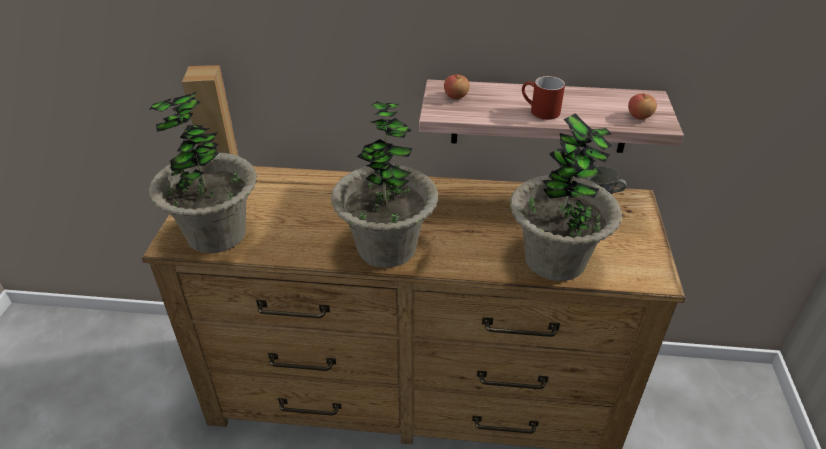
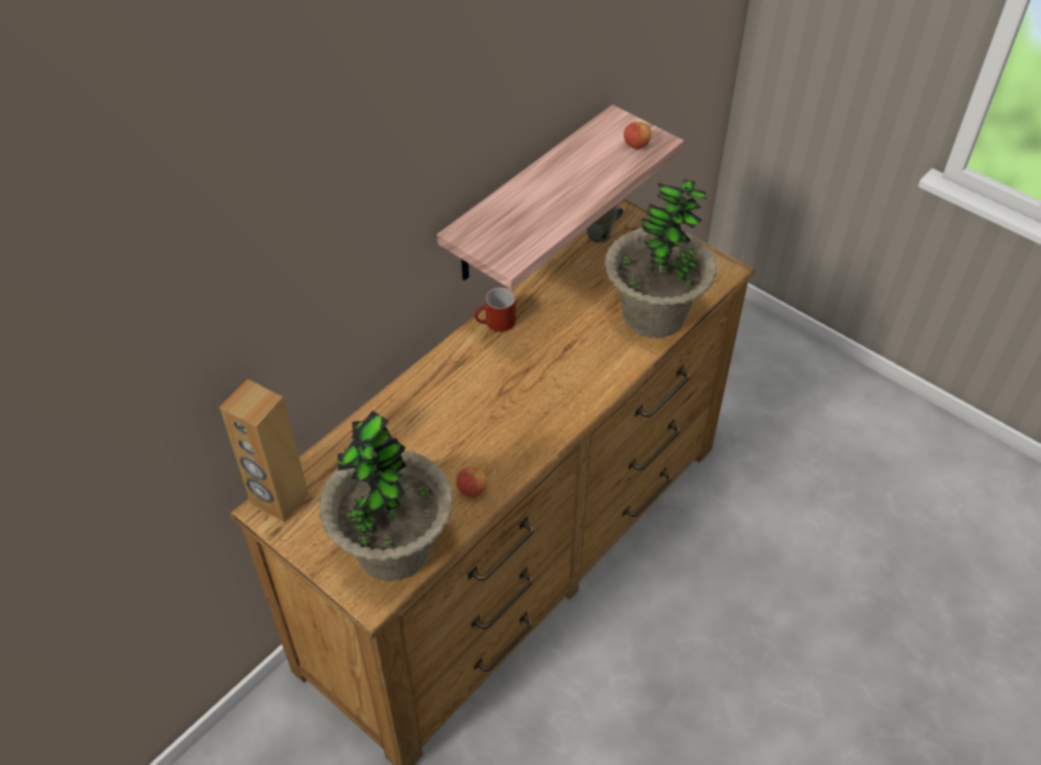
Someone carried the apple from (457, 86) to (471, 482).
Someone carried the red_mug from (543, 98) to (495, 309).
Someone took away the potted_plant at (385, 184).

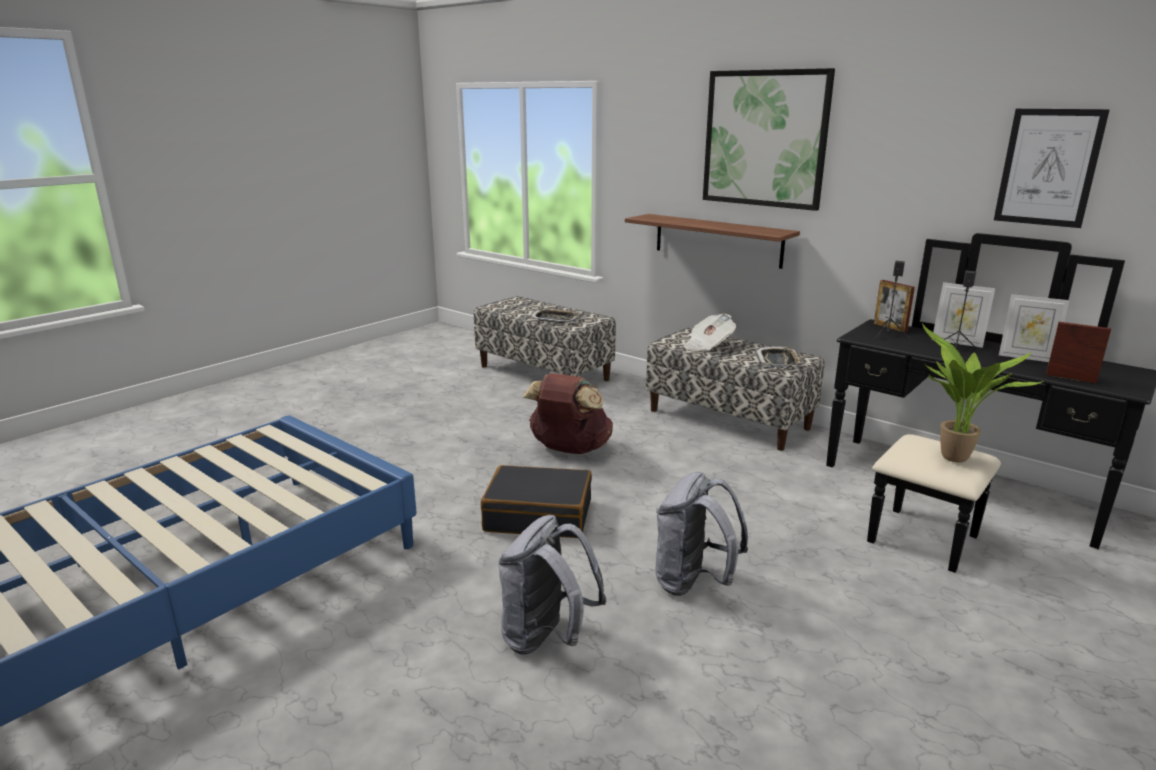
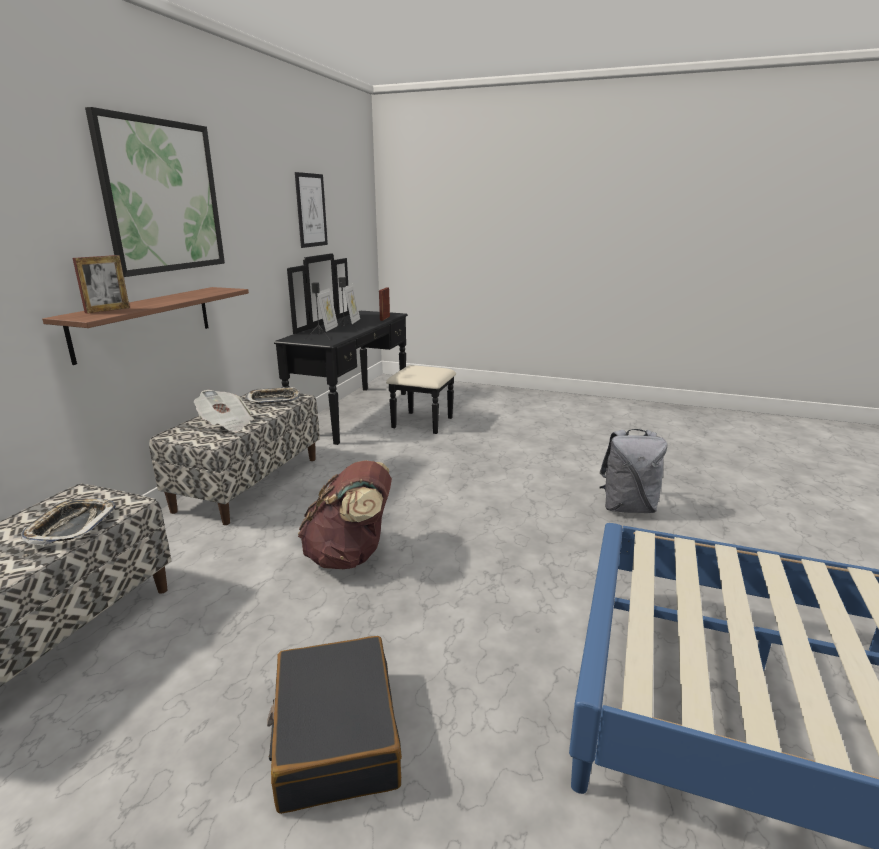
Someone carried the picture_frame from (894, 306) to (101, 284).
Someone took away the potted_plant at (982, 393).
Someone carried the black_suitcase from (536, 501) to (334, 725).
Someone took away the grey_backpack at (702, 534).

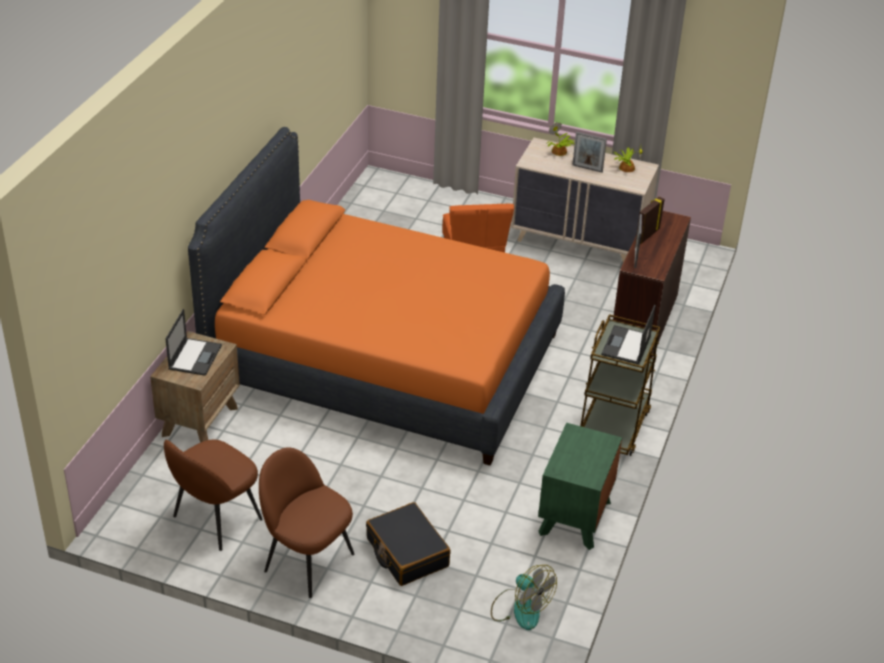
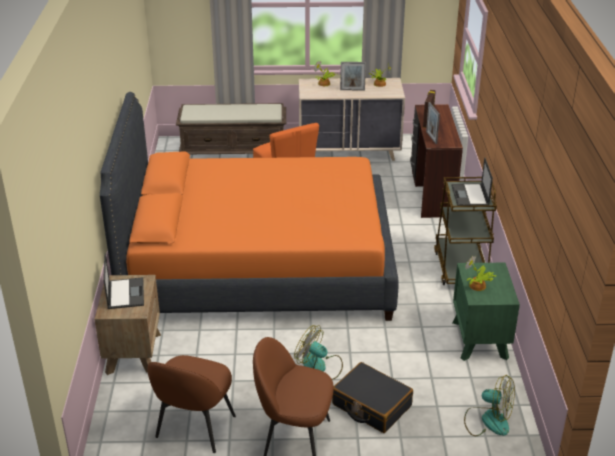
Someone put down the brown_bench at (231, 128).
Someone put down the potted_plant at (481, 273).
Someone put down the fan at (318, 352).

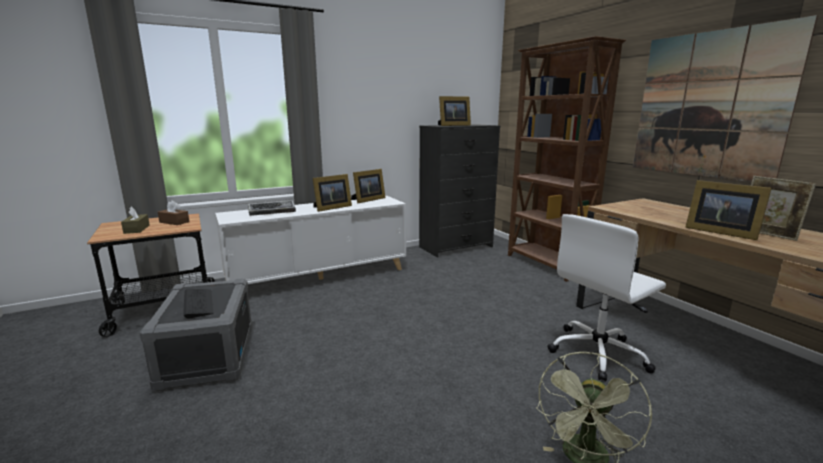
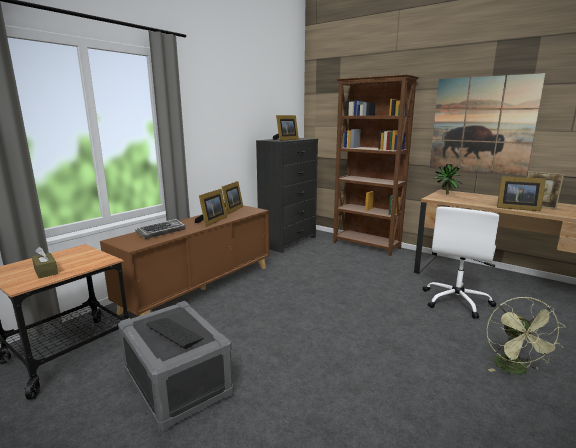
Someone repainted the white_cabinet at (310, 240), which became the brown_cabinet at (184, 260).
Someone took away the brown_tissue_box at (173, 212).
Someone put down the potted_plant at (447, 179).

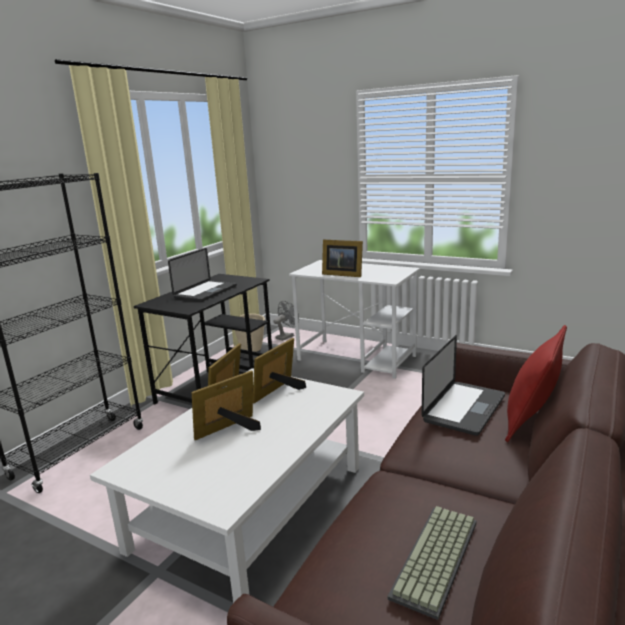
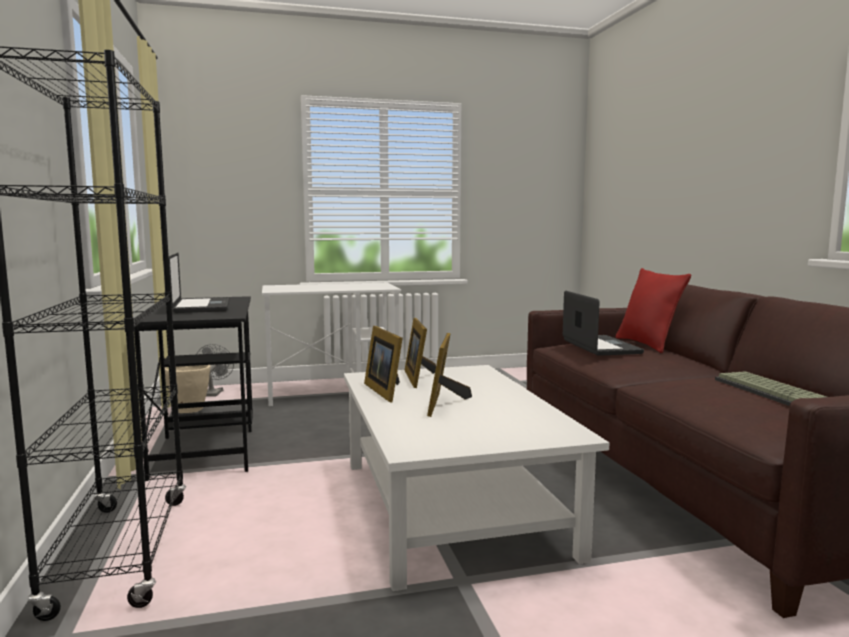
Someone took away the picture_frame at (342, 258).

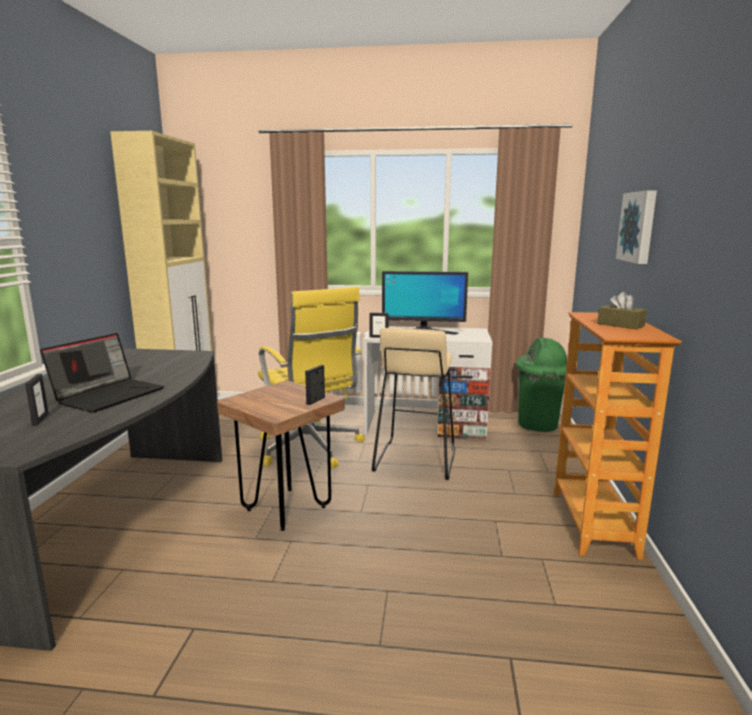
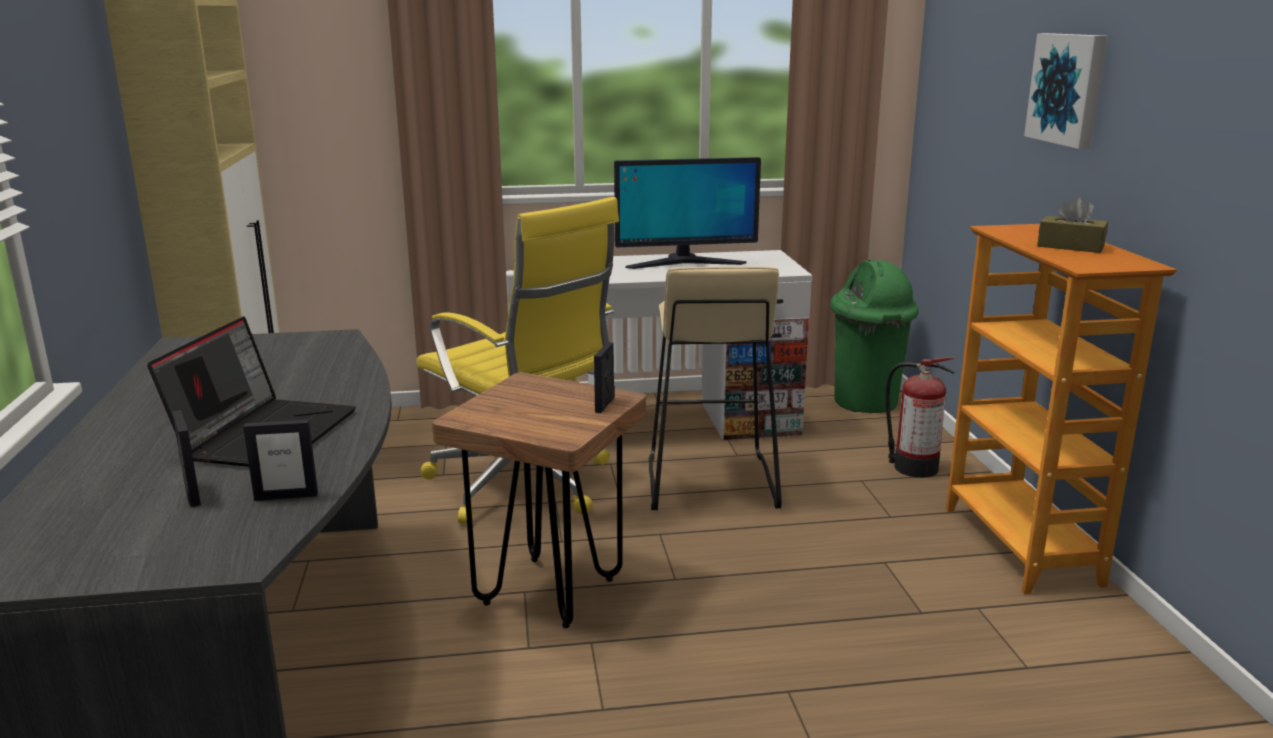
Someone carried the picture_frame from (379, 325) to (280, 460).
Someone put down the fire_extinguisher at (920, 417).

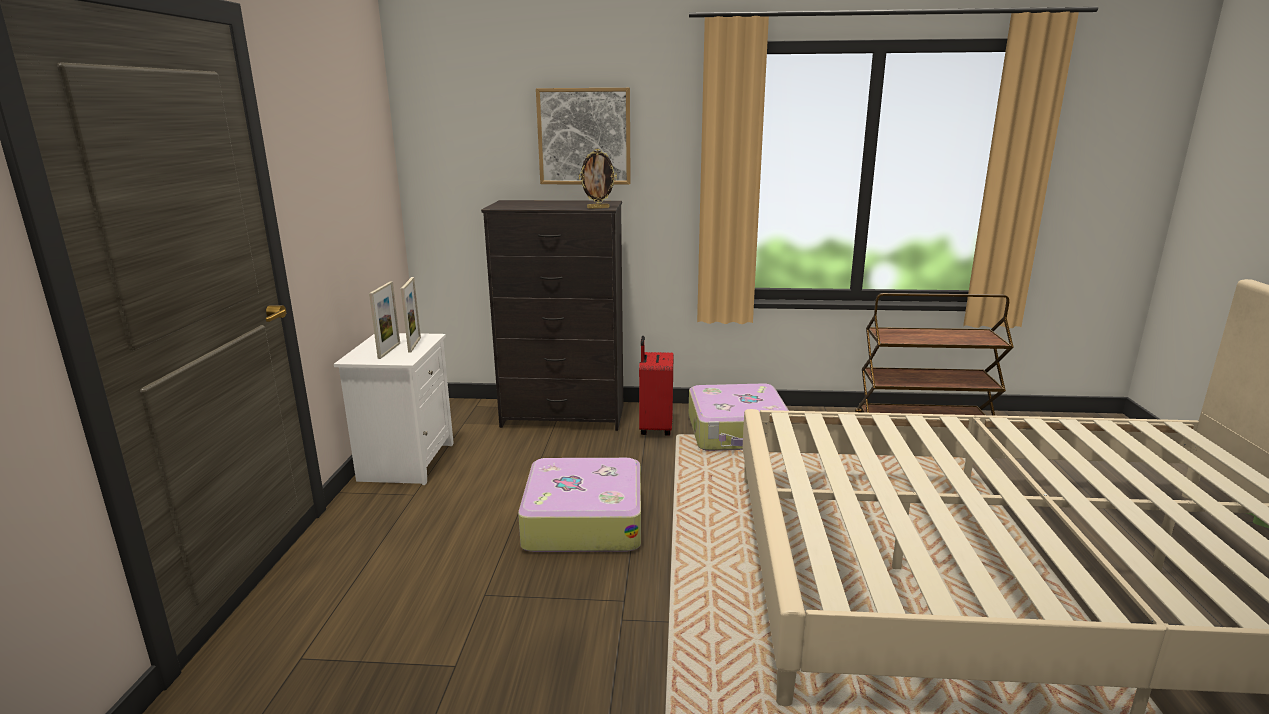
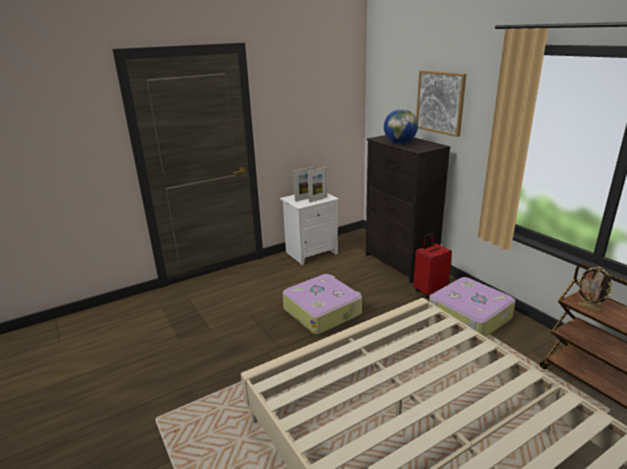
Someone carried the picture_frame from (598, 179) to (595, 289).
Someone put down the globe at (401, 126).

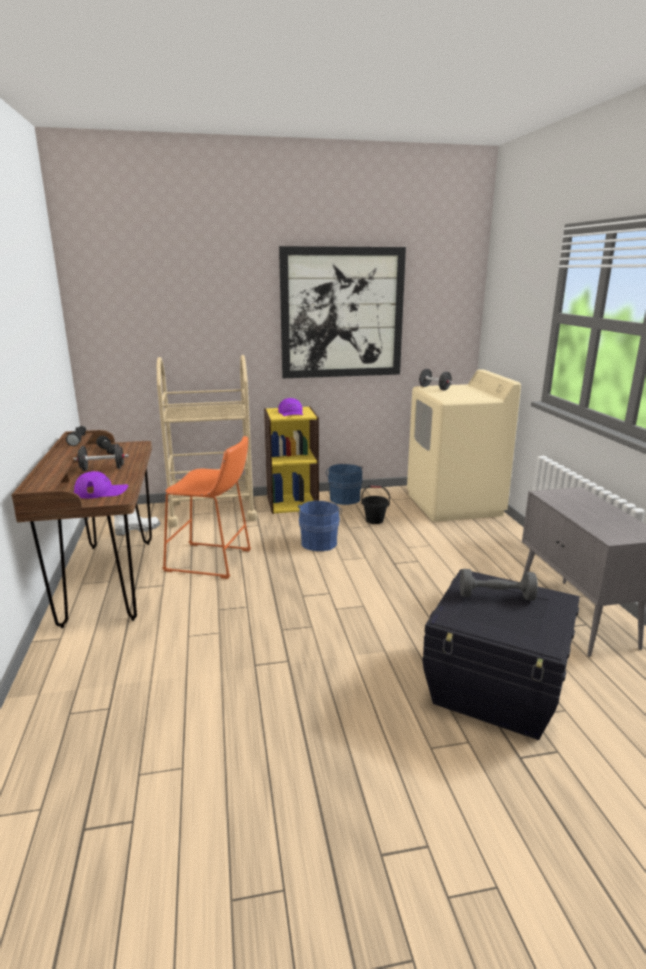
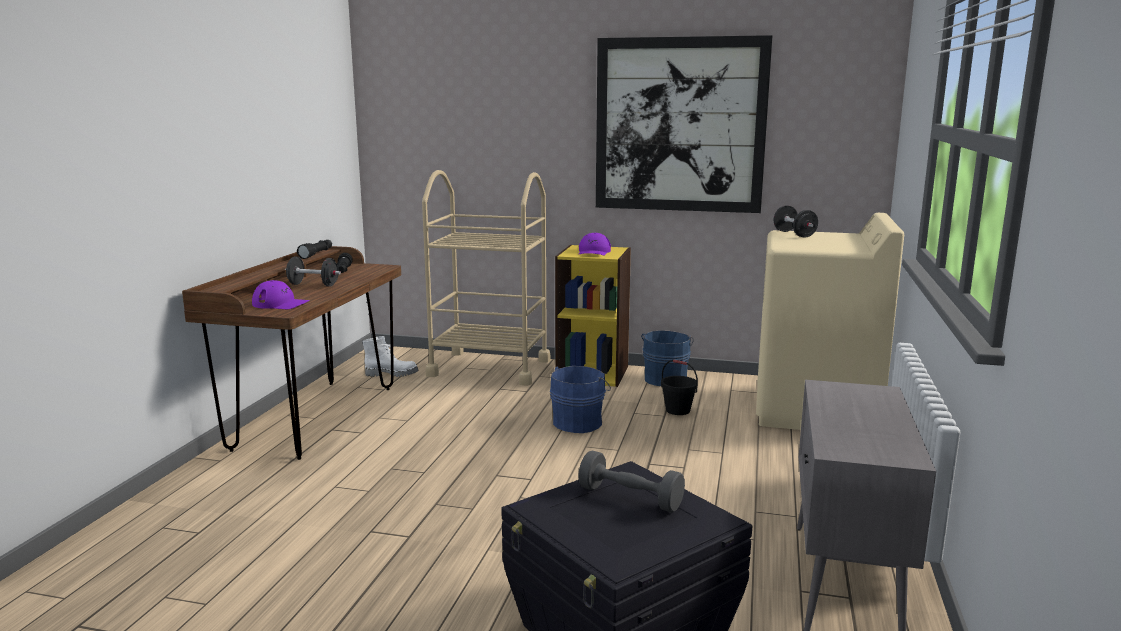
Someone took away the orange_stool at (206, 507).

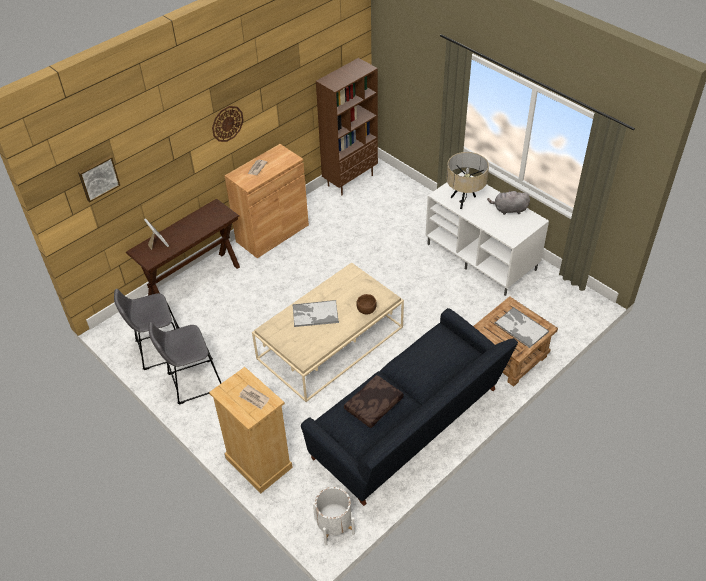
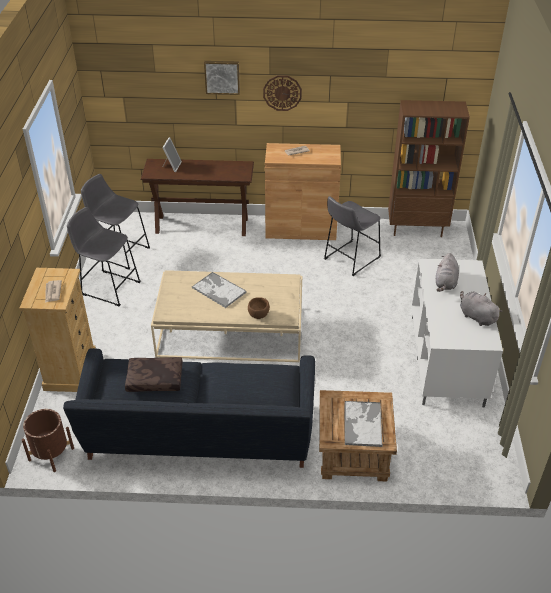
Someone swapped the beige_table_lamp at (468, 180) for the grey_plush_toy at (447, 272).
Someone carried the picture from (99, 179) to (222, 78).
Someone repainted the white_planter at (334, 516), which became the brown_planter at (48, 440).
Someone put down the grey_stool at (352, 236).

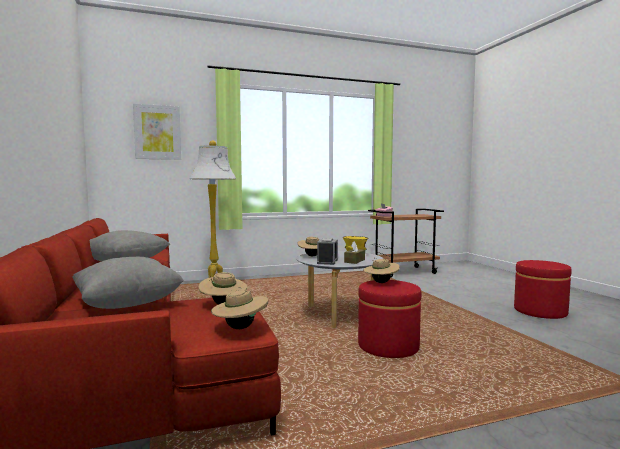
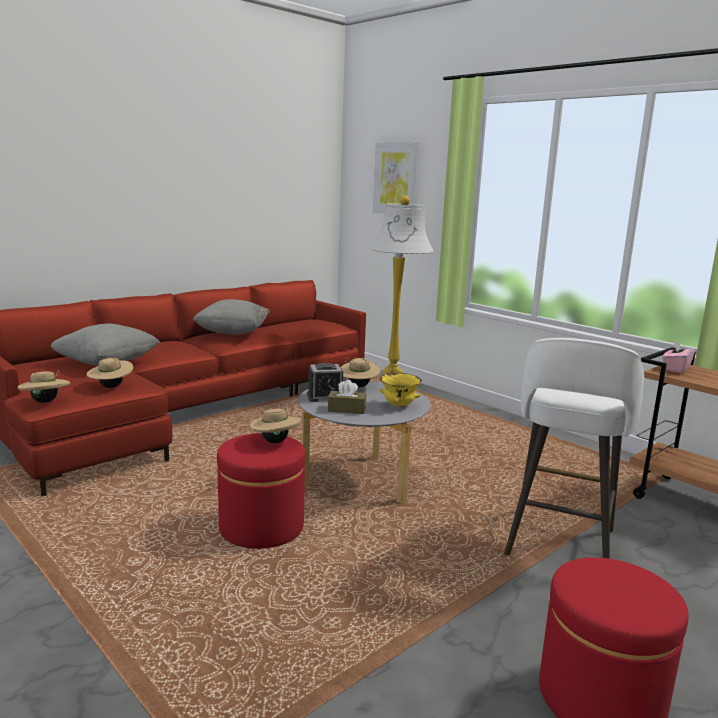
Someone put down the white_stool at (574, 448).

